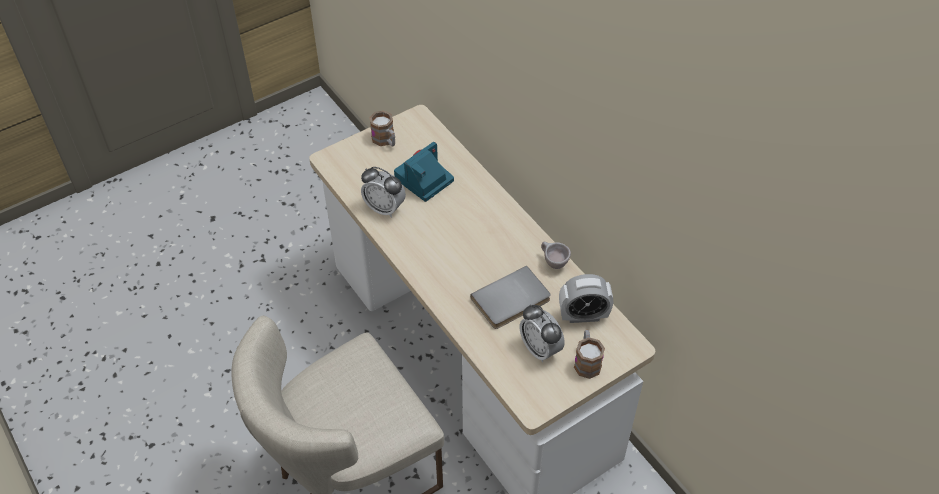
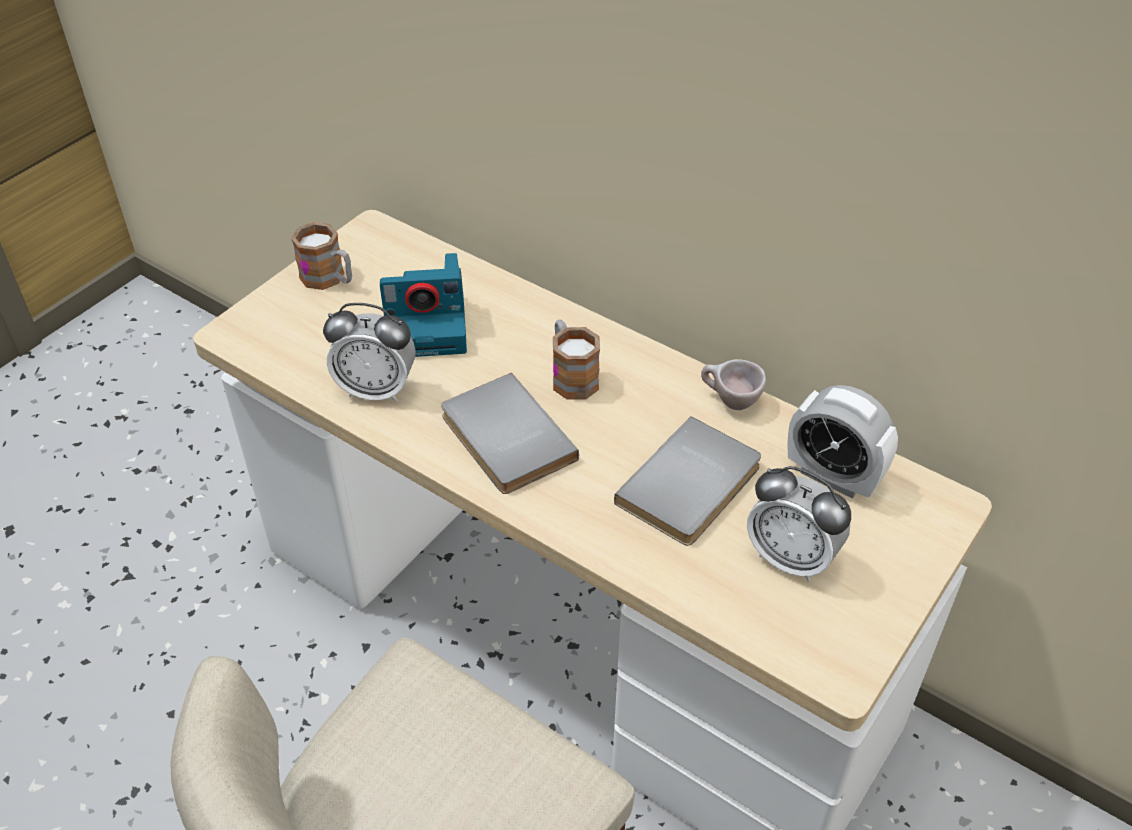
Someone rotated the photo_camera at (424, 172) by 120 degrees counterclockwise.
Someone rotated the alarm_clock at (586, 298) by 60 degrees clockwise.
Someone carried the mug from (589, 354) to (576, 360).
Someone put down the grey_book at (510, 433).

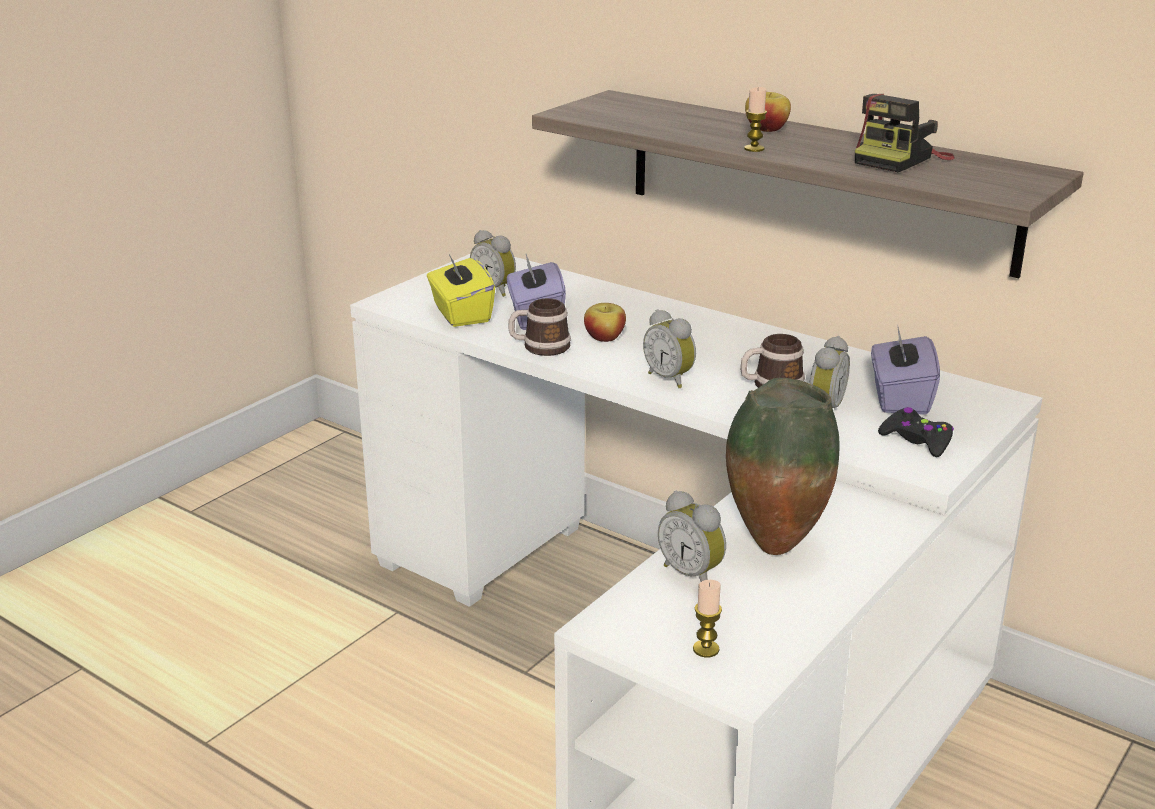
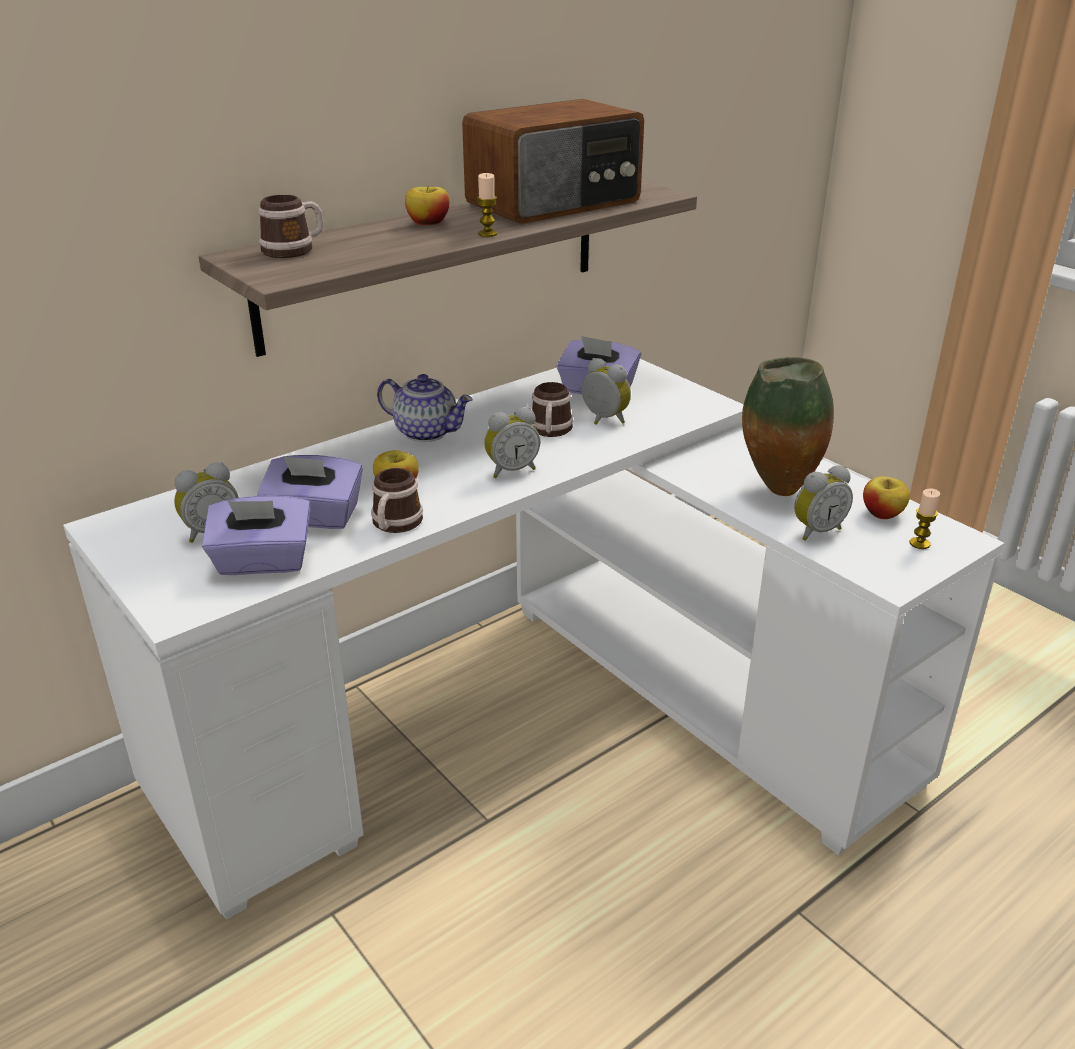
Someone swapped the photo_camera at (905, 133) for the radio at (553, 161).
Someone repainted the yellow_tissue_box at (461, 290), which became the purple_tissue_box at (256, 535).
Someone took away the black_game_controller at (916, 432).
Someone put down the mug at (291, 226).
Someone put down the teapot at (425, 408).
Someone put down the apple at (886, 498).

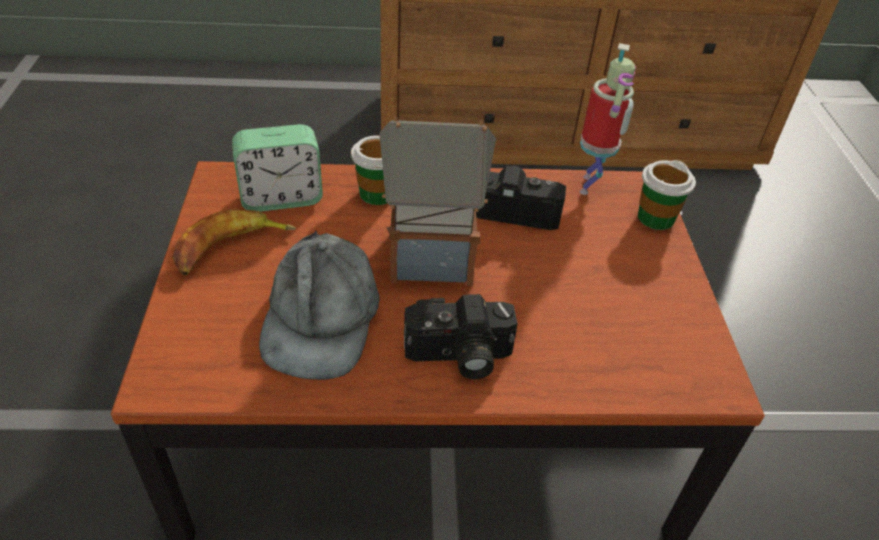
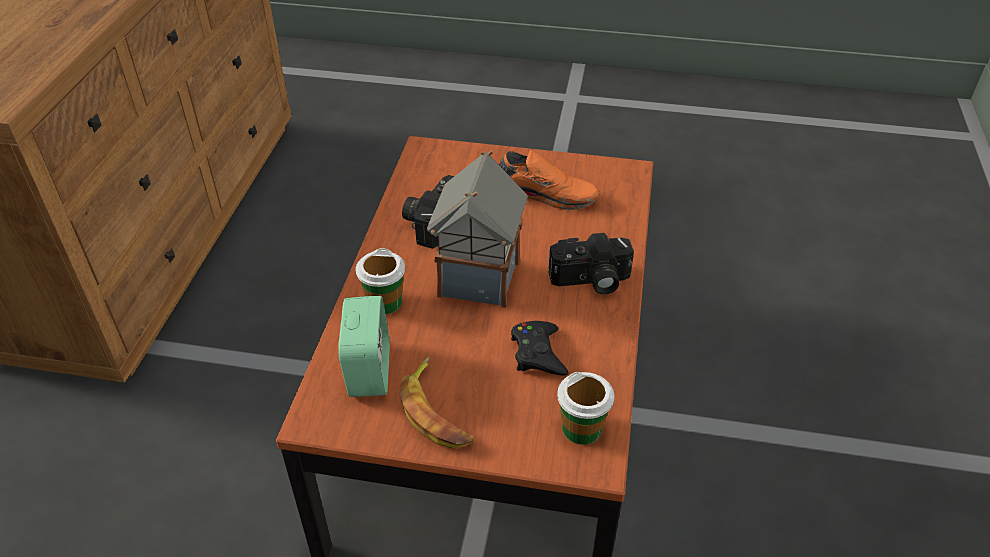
Someone took away the toy_robot at (608, 119).
Someone carried the cup from (667, 195) to (586, 408).
Someone swapped the grey_cap at (319, 305) for the black_game_controller at (540, 348).
Someone rotated the photo_camera at (461, 336) by 75 degrees clockwise.
Someone put down the orange_shoe at (549, 180).

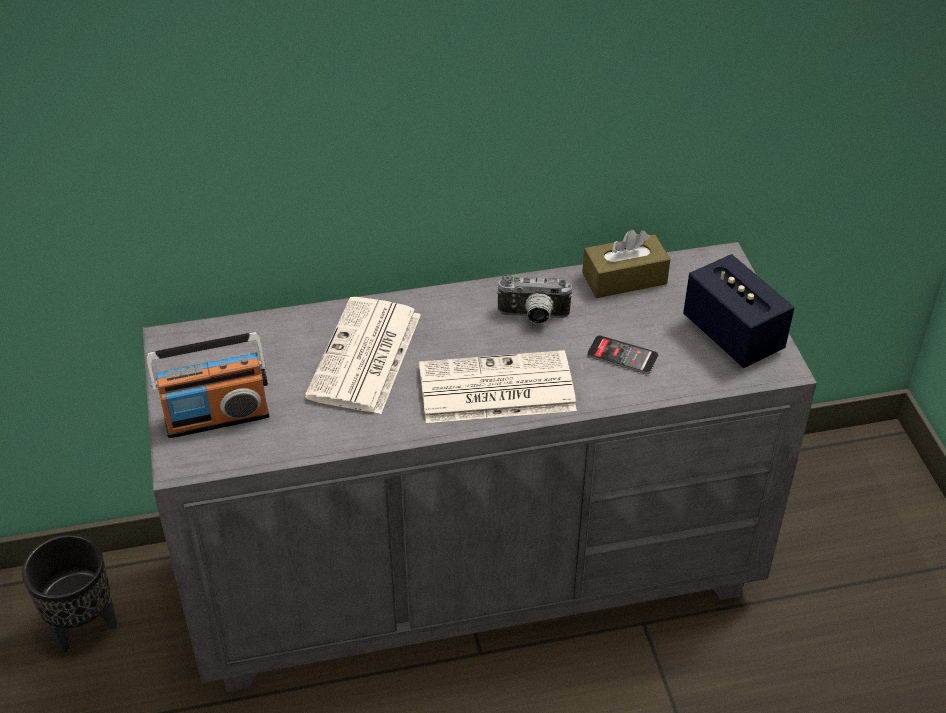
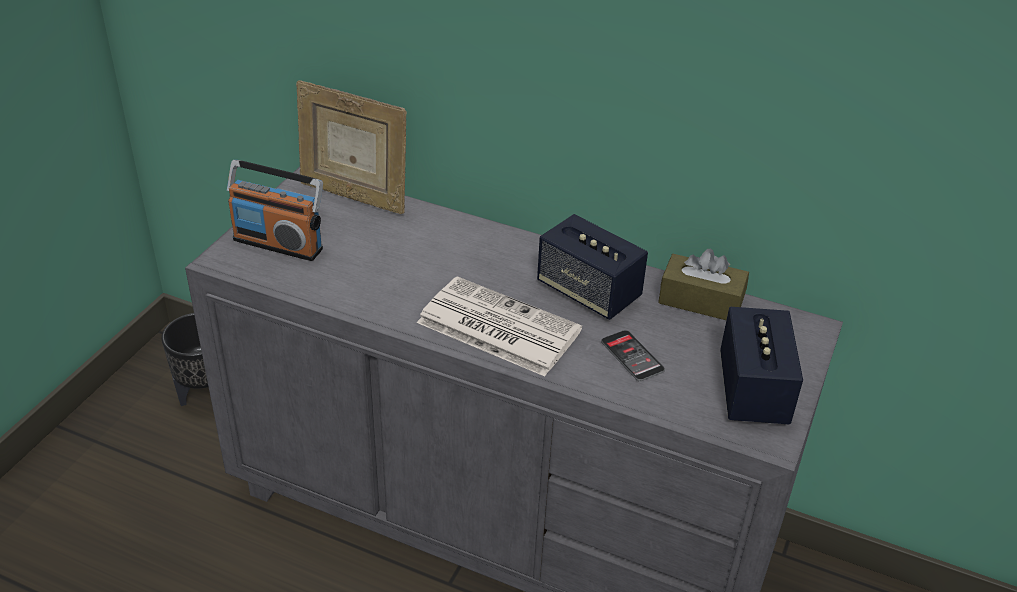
Someone swapped the photo_camera at (534, 299) for the speaker at (592, 267).
Someone took away the newspaper at (363, 355).
Someone put down the picture_frame at (351, 147).

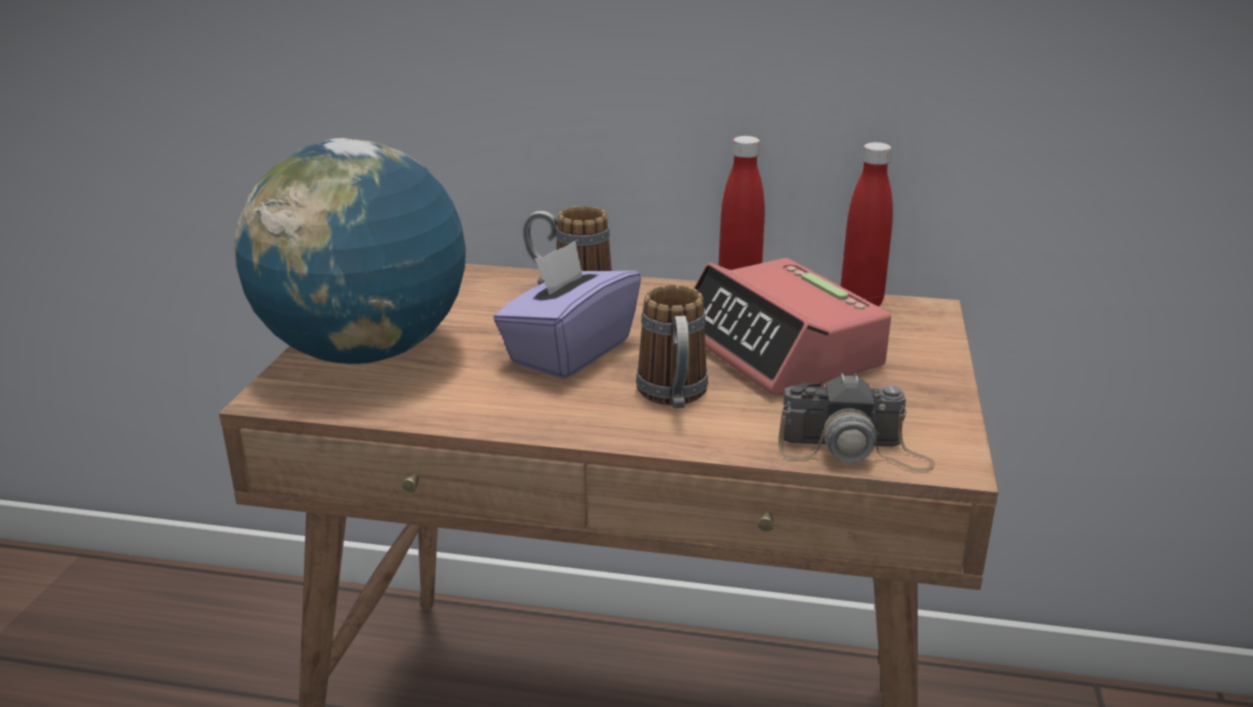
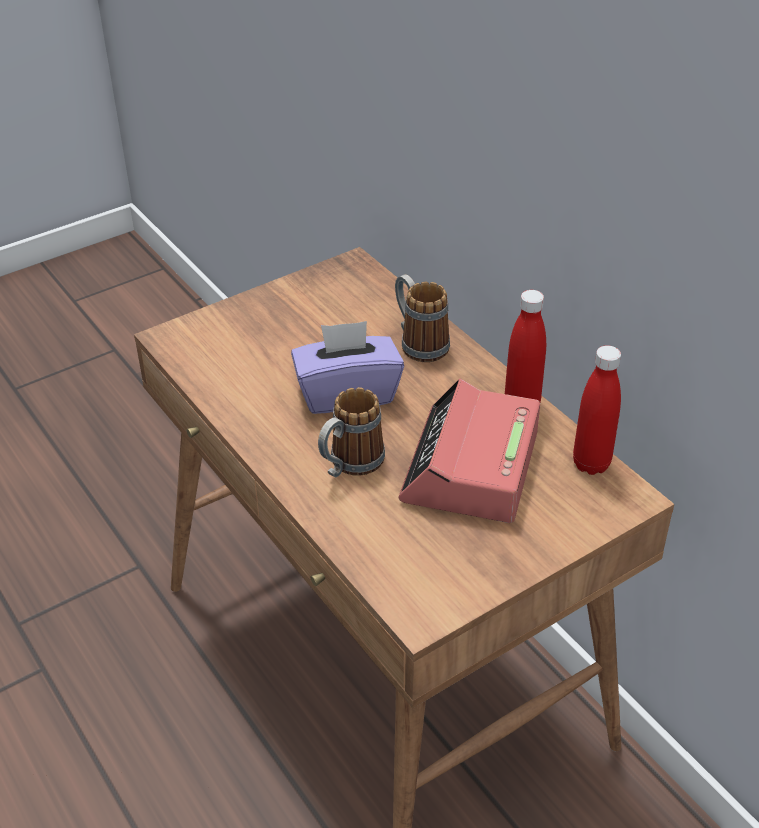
Someone took away the globe at (350, 251).
Someone took away the photo_camera at (856, 422).

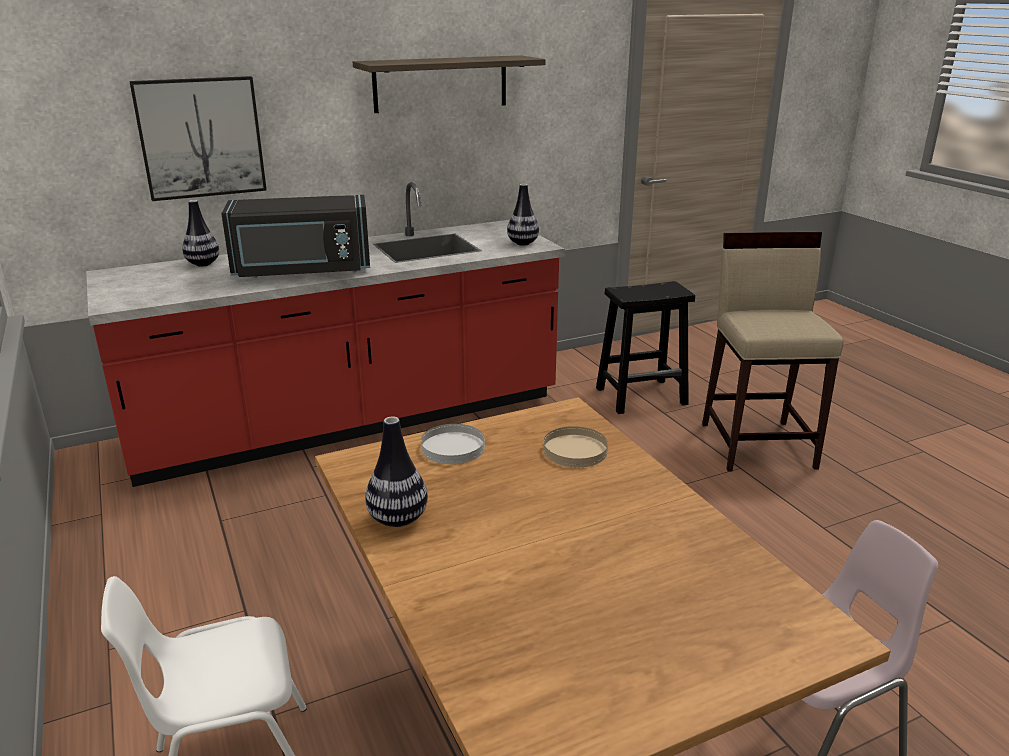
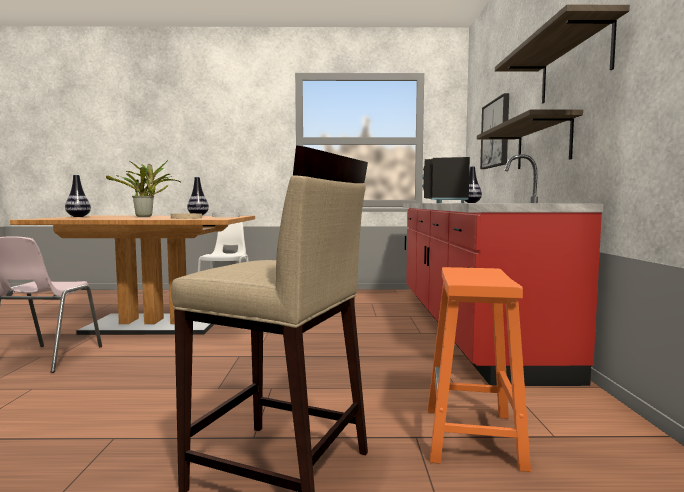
Someone carried the vase from (523, 215) to (78, 196).
Someone repainted the black_stool at (645, 347), which became the orange_stool at (479, 369).
Someone put up the shelf at (530, 139).
Someone put down the potted_plant at (143, 188).

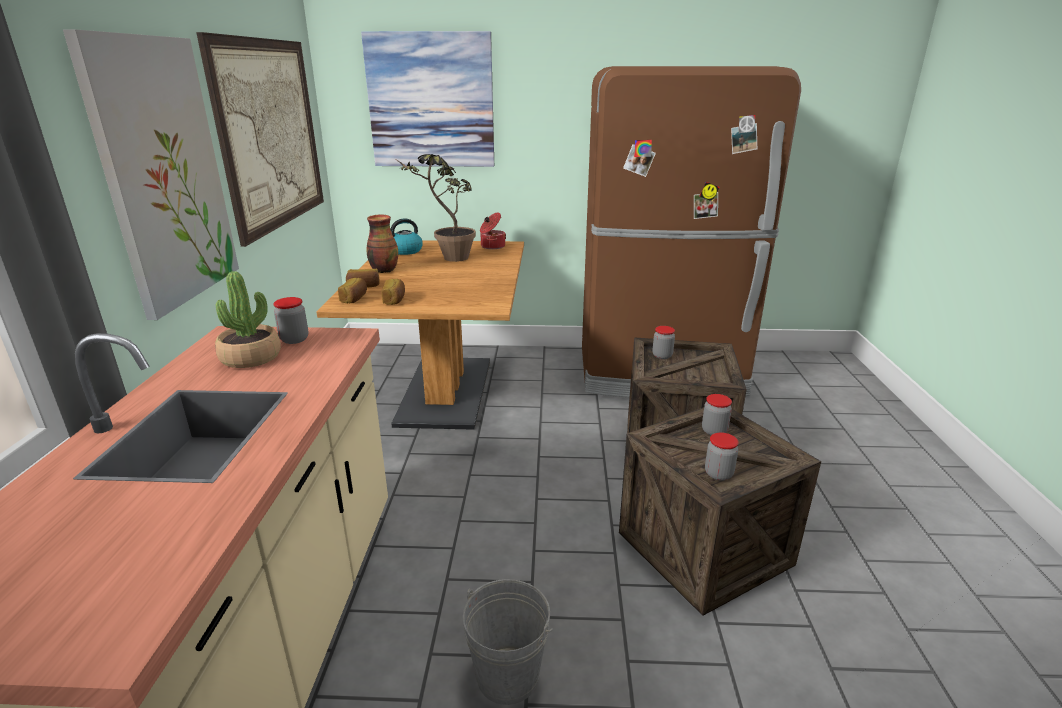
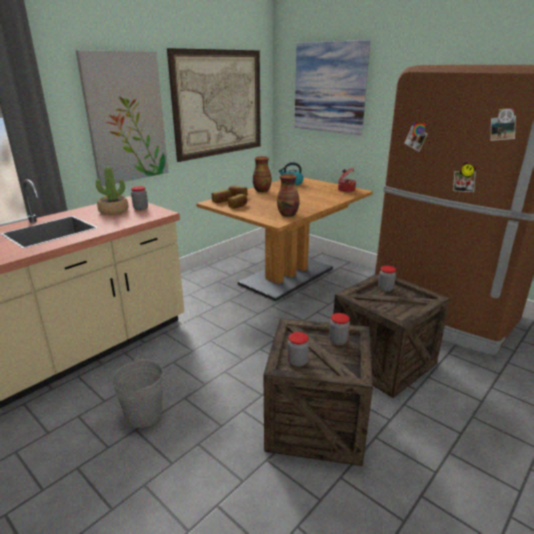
Someone took away the potted_plant at (435, 208).
Someone put down the vase at (288, 195).

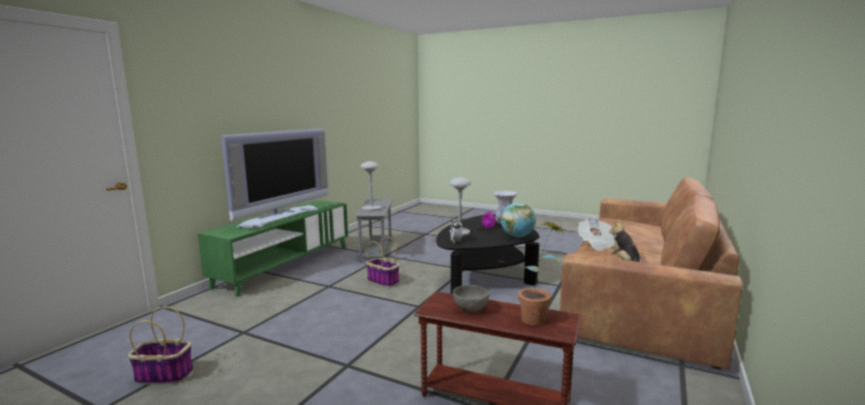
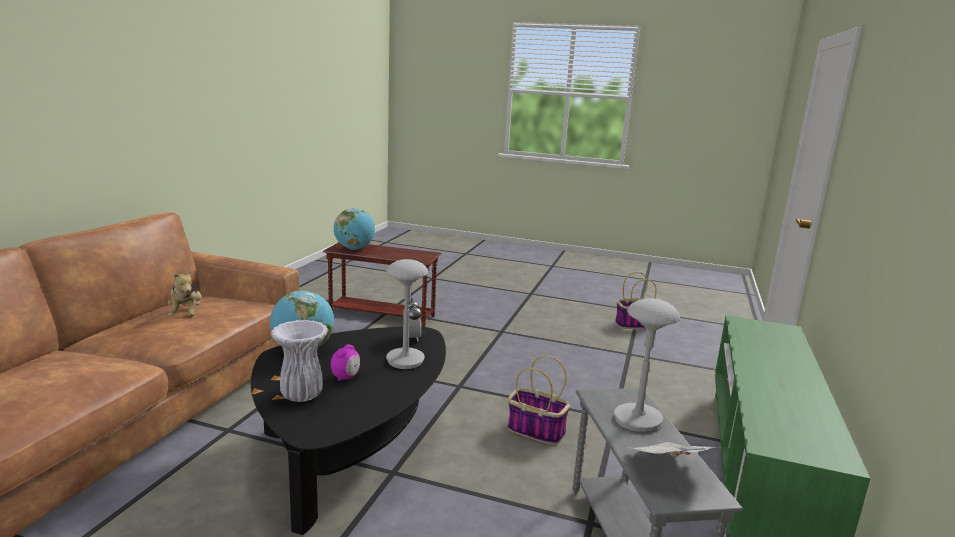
Someone took away the television at (274, 178).
Someone carried the newspaper from (596, 234) to (673, 449).
Someone swapped the potted_plant at (541, 273) for the globe at (354, 229).
Someone took away the grey_bowl at (471, 298).

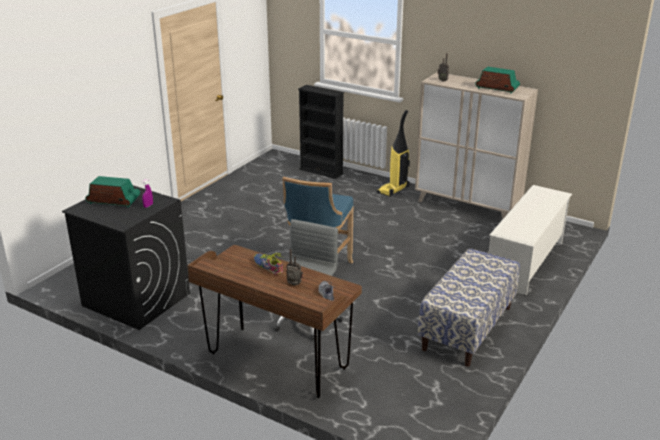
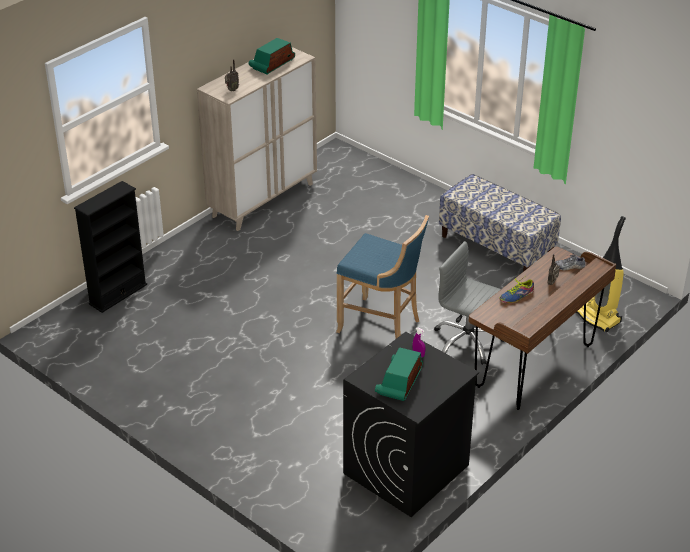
Someone carried the vacuum_cleaner from (393, 153) to (601, 274).
Someone took away the white_shoe_rack at (530, 240).

